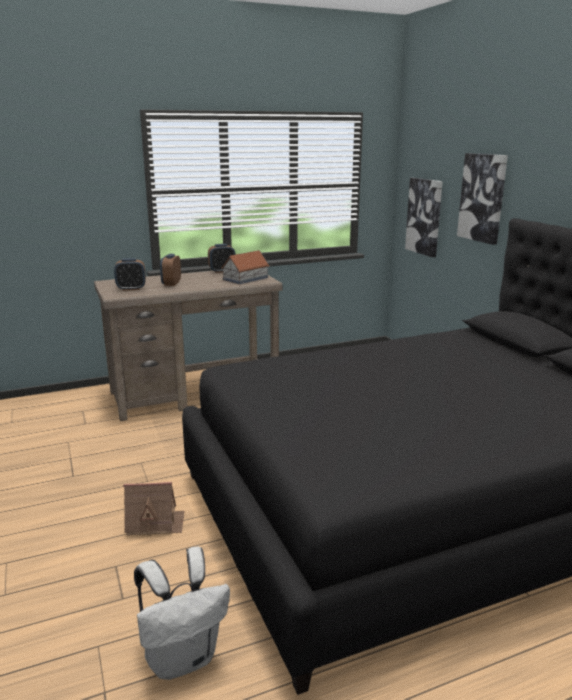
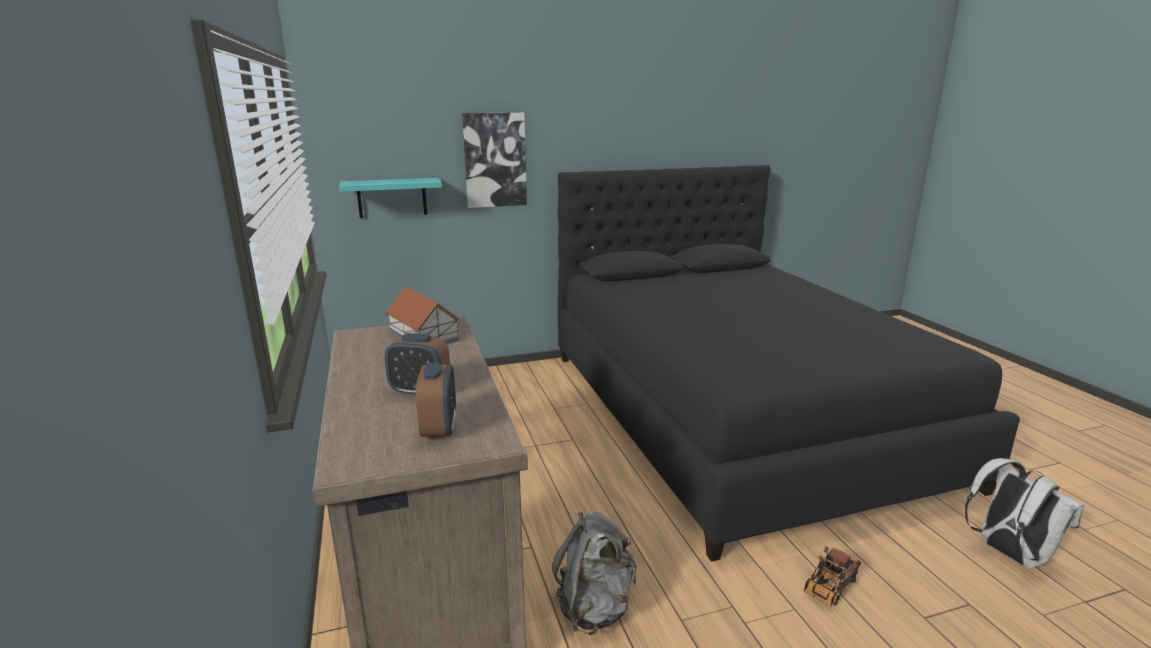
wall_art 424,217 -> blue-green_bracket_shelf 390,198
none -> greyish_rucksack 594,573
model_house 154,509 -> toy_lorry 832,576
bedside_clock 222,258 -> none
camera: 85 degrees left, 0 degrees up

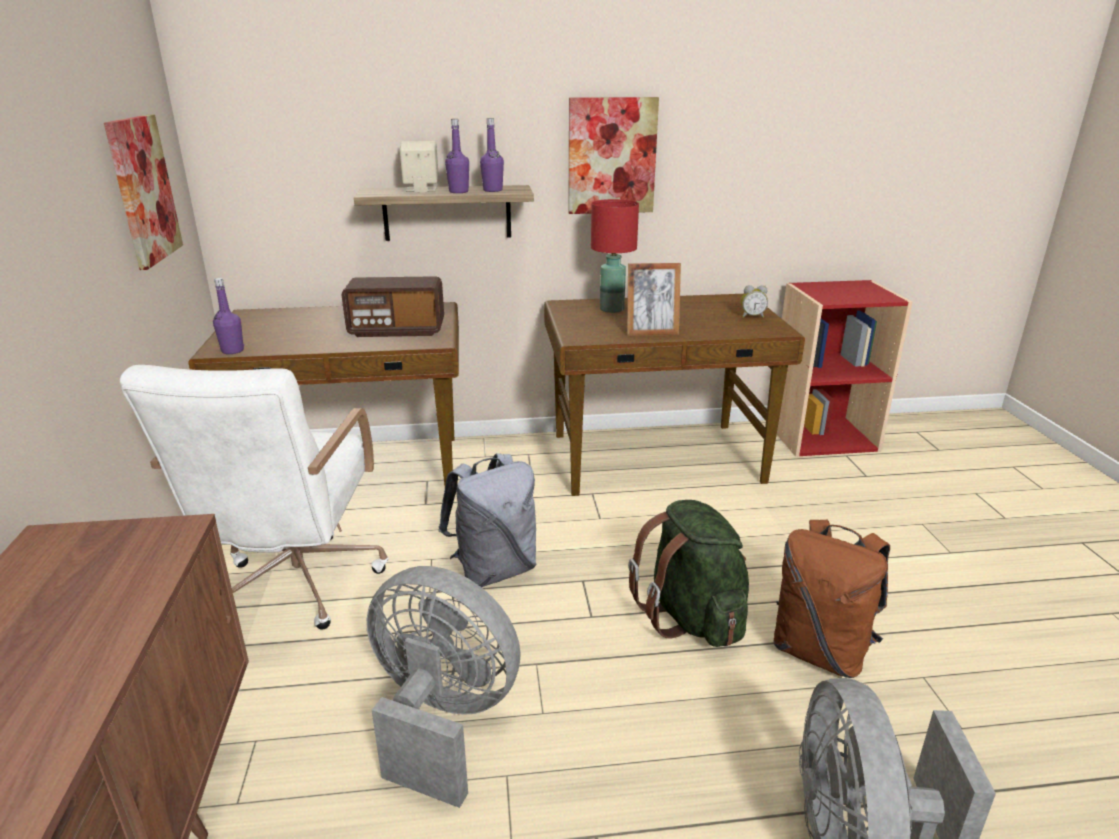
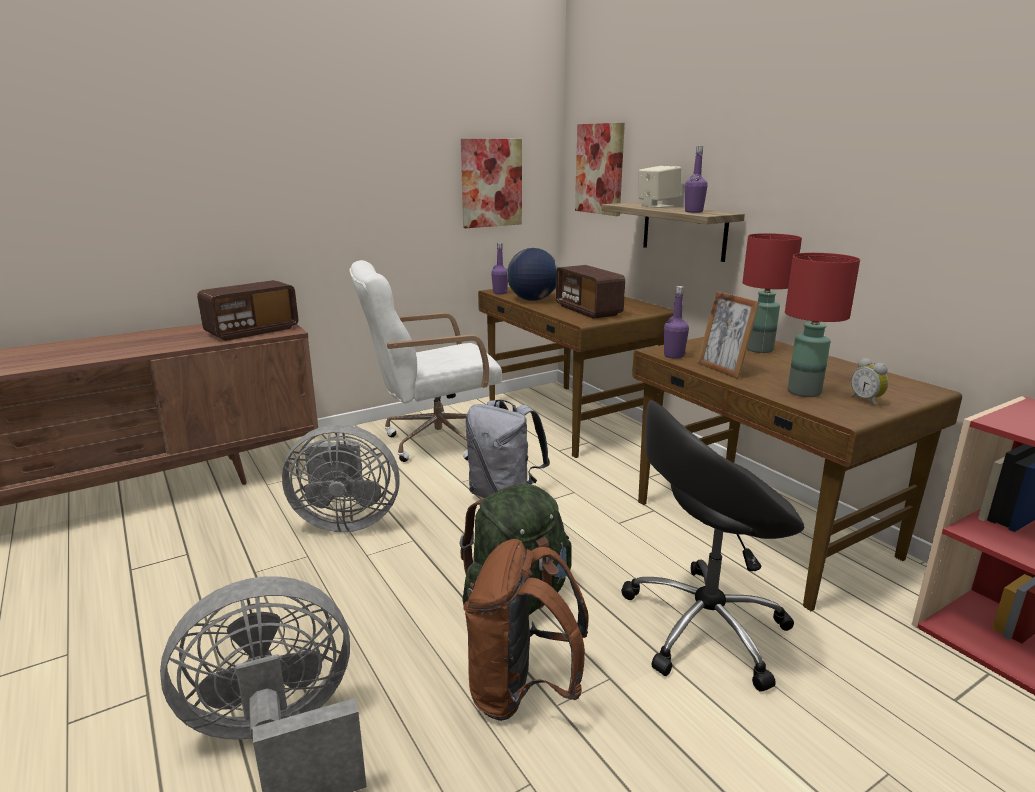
none -> radio_set 248,310
greyish_electric_fan 443,687 -> greyish_electric_fan 341,478, 90 degrees clockwise
none -> world_globe 532,274
wall_art 613,155 -> wall_art 600,169, shifted
none -> blackish_computer_chair 713,546
purplish_beverage_bottle 457,156 -> purplish_beverage_bottle 676,322, shifted
none -> red_table_lamp 822,325
camera: 65 degrees right, 5 degrees down

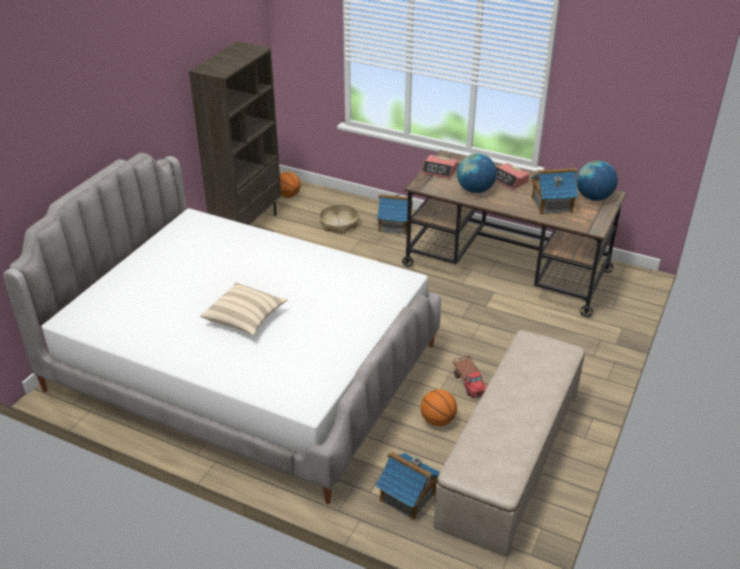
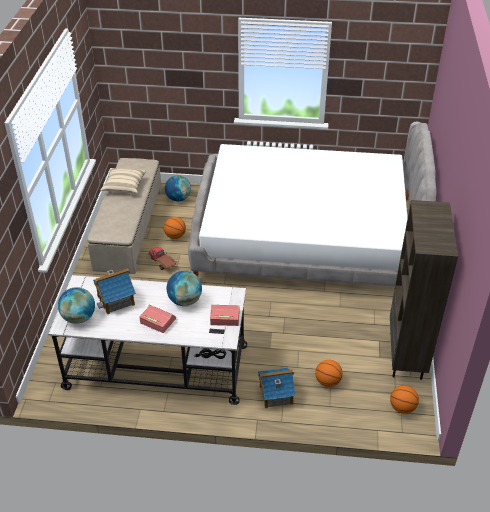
brown_desk 514,233 -> white-coloured_desk 147,340
beige_throw_pillow 244,309 -> beige_throw_pillow 123,181, shifted
model_house 407,486 -> world_globe 178,188
storage_basket 339,219 -> ball_for_basketball 329,373
camera: 160 degrees right, 5 degrees up

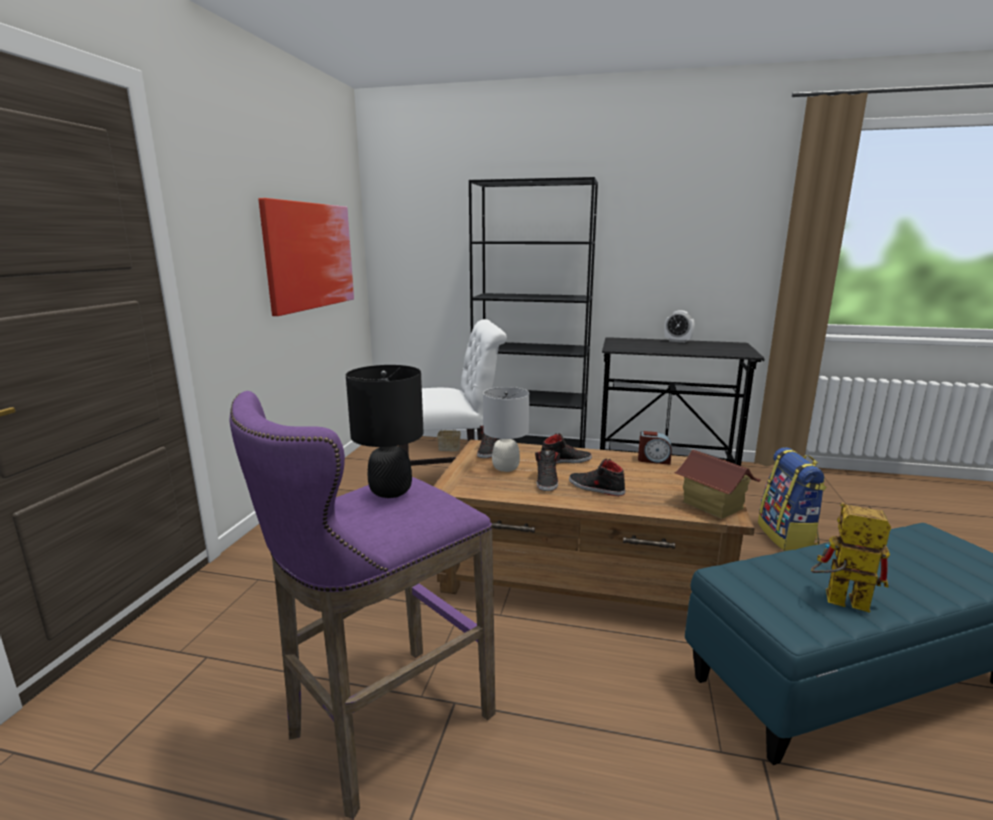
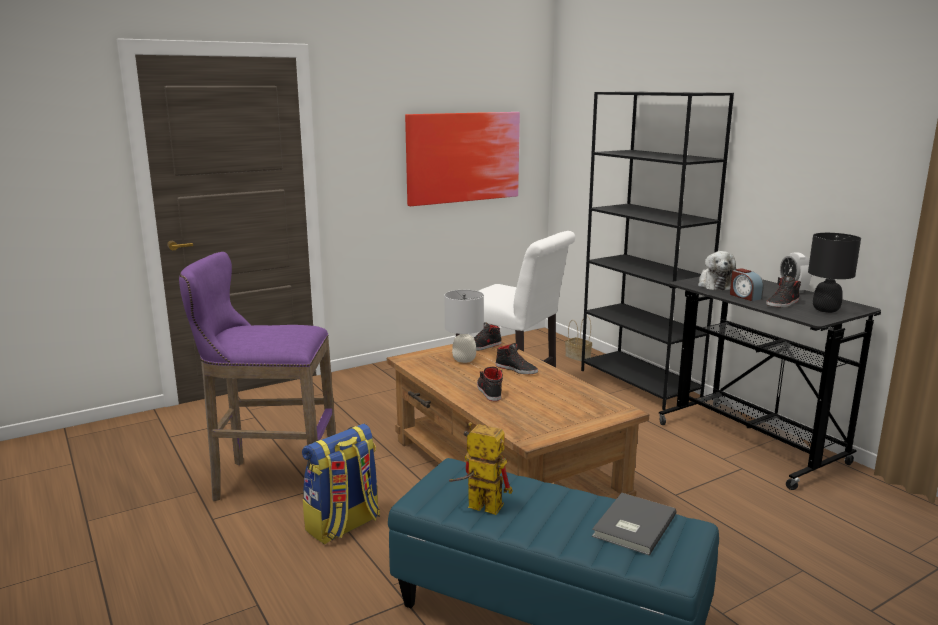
rucksack 792,499 -> rucksack 341,484, shifted
model_robot 851,558 -> model_robot 481,468, 45 degrees counterclockwise
none -> greyish_book 634,524
none -> plush_toy 717,270
bedside_clock 655,448 -> bedside_clock 747,284, shifted
blackish_low_shoe 547,470 -> blackish_low_shoe 783,292, shifted
blackish_table_lamp 385,431 -> blackish_table_lamp 834,273, shifted
model_house 717,484 -> none
camera: 45 degrees right, 0 degrees up

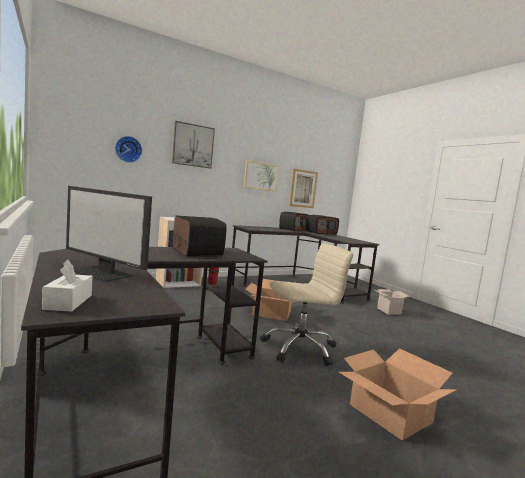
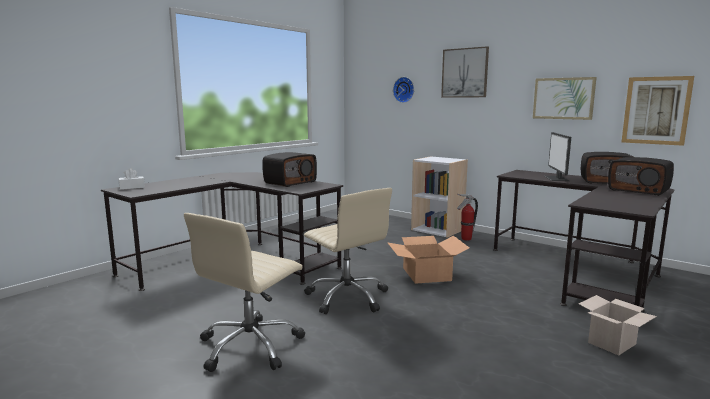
packing_box 398,394 -> beige_computer_chair 244,292
monitor 109,234 -> monitor 558,156, shifted
camera: 70 degrees right, 5 degrees up

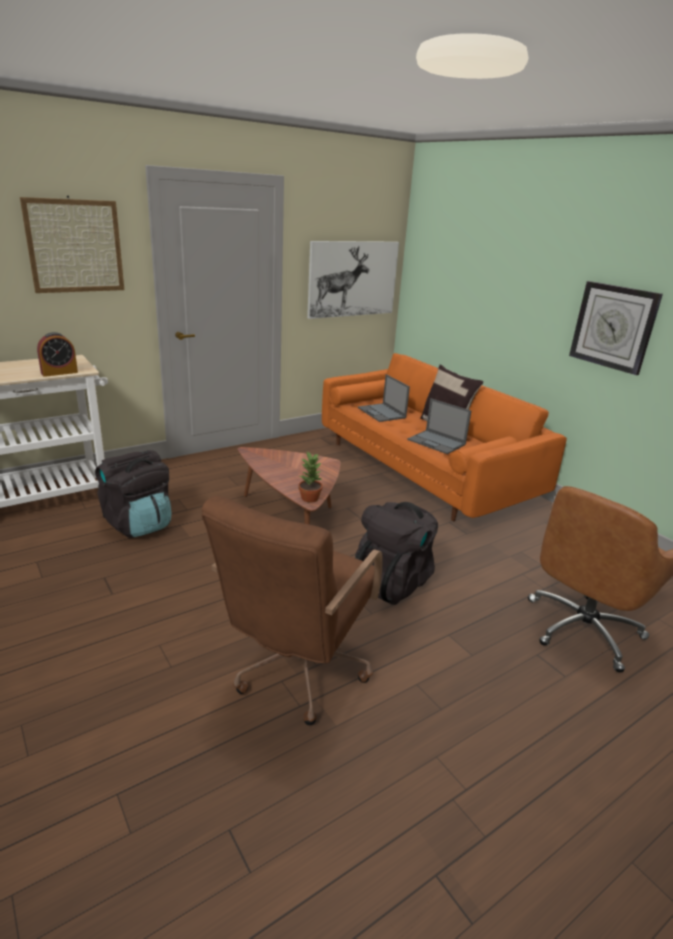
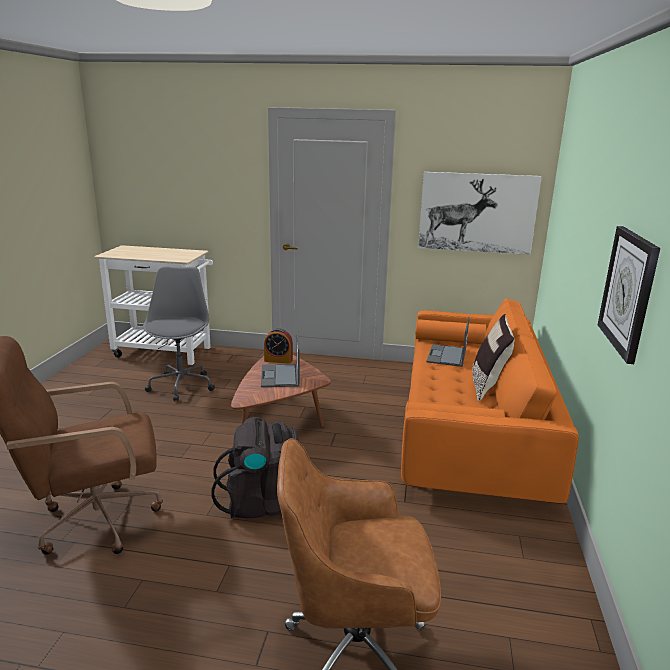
blackish_rucksack 133,494 -> greyish_computer_chair 179,334
notebook_computer 439,426 -> notebook_computer 280,359, shifted
bedside_clock 57,354 -> bedside_clock 278,346, shifted
wall_art 72,244 -> none
potted_plant 310,477 -> none
camera: 45 degrees right, 5 degrees down

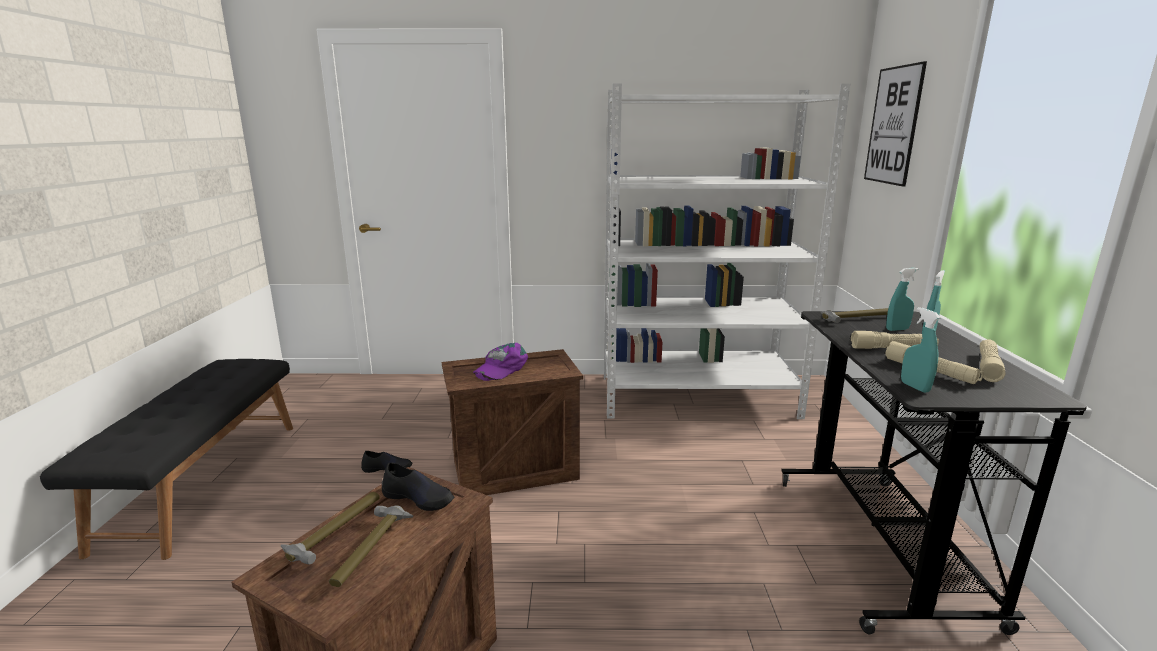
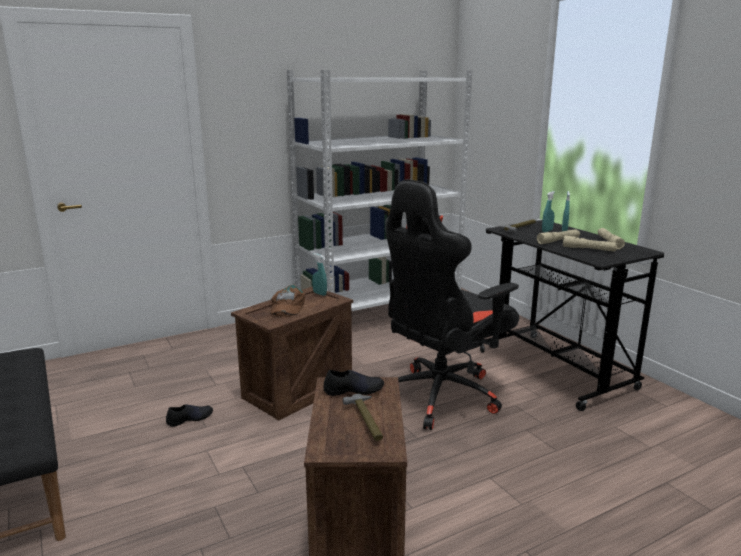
purplish_peaked_cap 500,362 -> brown_peaked_cap 287,300
blue-green_sprayer 921,350 -> blue-green_sprayer 319,274, shifted
none -> blackish_computer_chair 452,304
hand_hammer 330,528 -> none
wall_art 895,124 -> none
camera: 30 degrees left, 0 degrees up

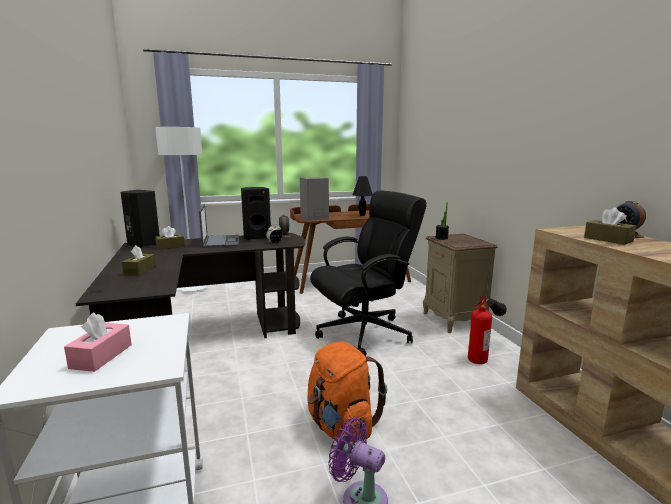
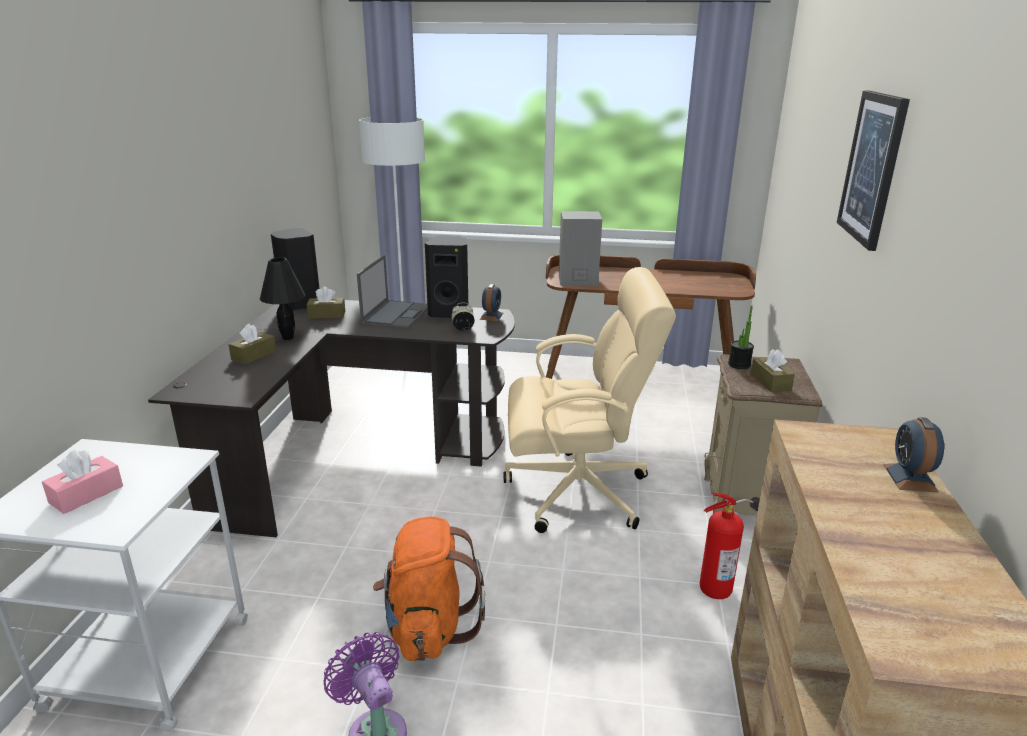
blackish_table_lamp 363,196 -> blackish_table_lamp 282,298, shifted
blackish_computer_chair 368,273 -> beige_computer_chair 590,400
brown_box_of_tissues 610,226 -> brown_box_of_tissues 773,370, shifted
none -> wall_art 873,170
camera: 25 degrees right, 10 degrees up

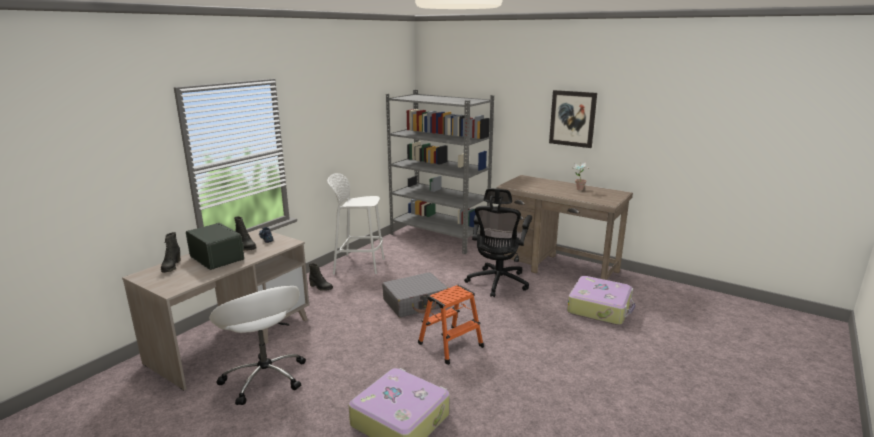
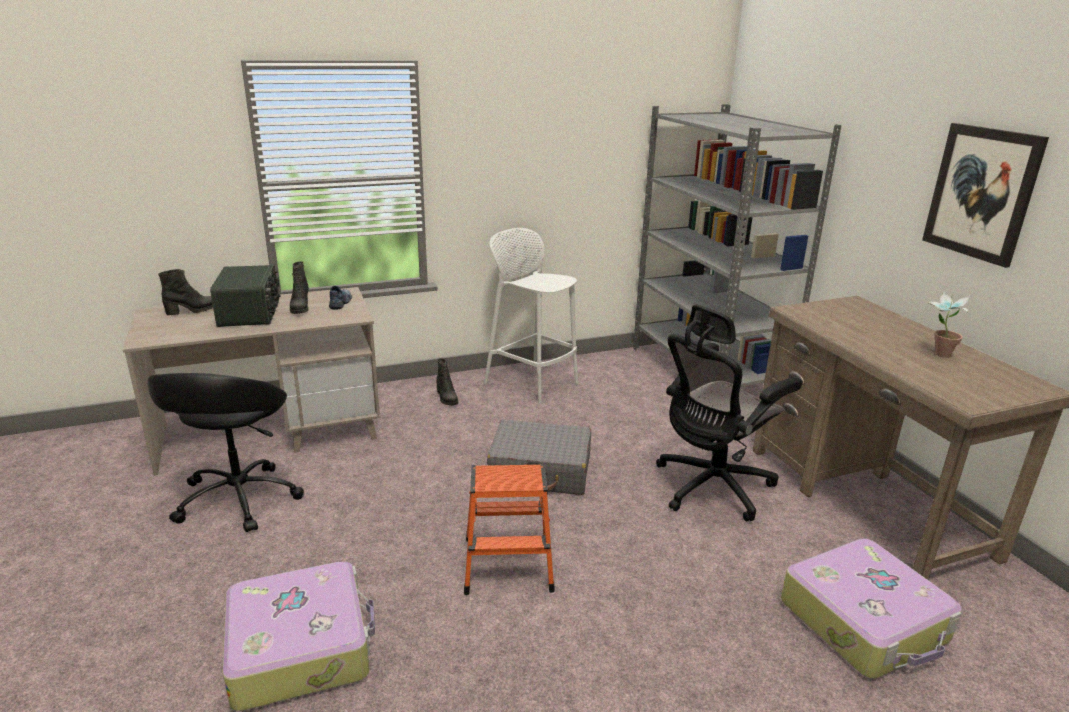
white-coloured_computer_chair 257,345 -> blackish_computer_chair 226,452
blackish_boot 170,252 -> blackish_boot 185,292, 150 degrees counterclockwise
camera: 35 degrees right, 5 degrees up

